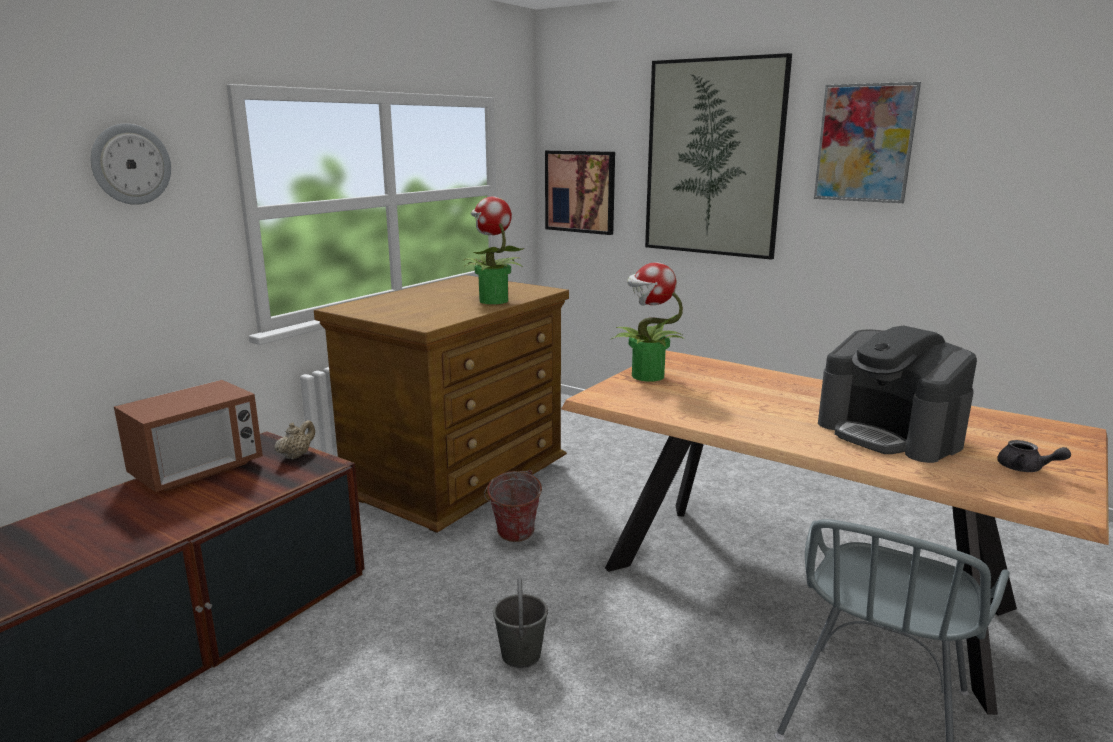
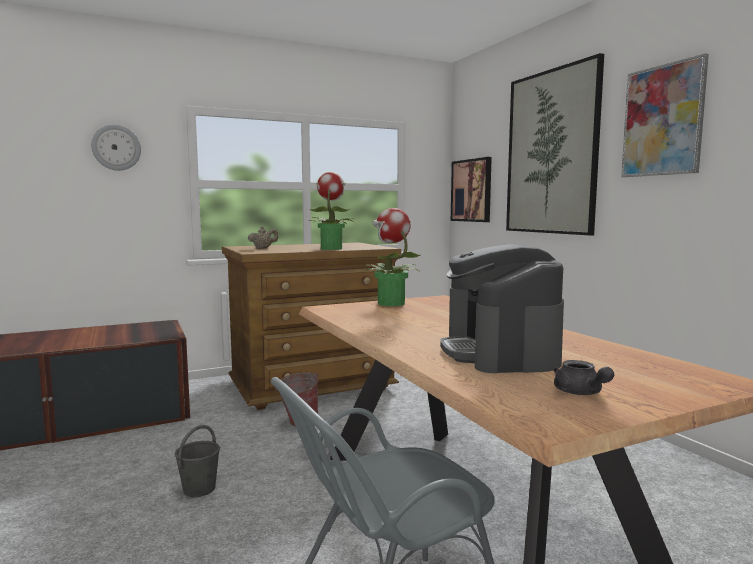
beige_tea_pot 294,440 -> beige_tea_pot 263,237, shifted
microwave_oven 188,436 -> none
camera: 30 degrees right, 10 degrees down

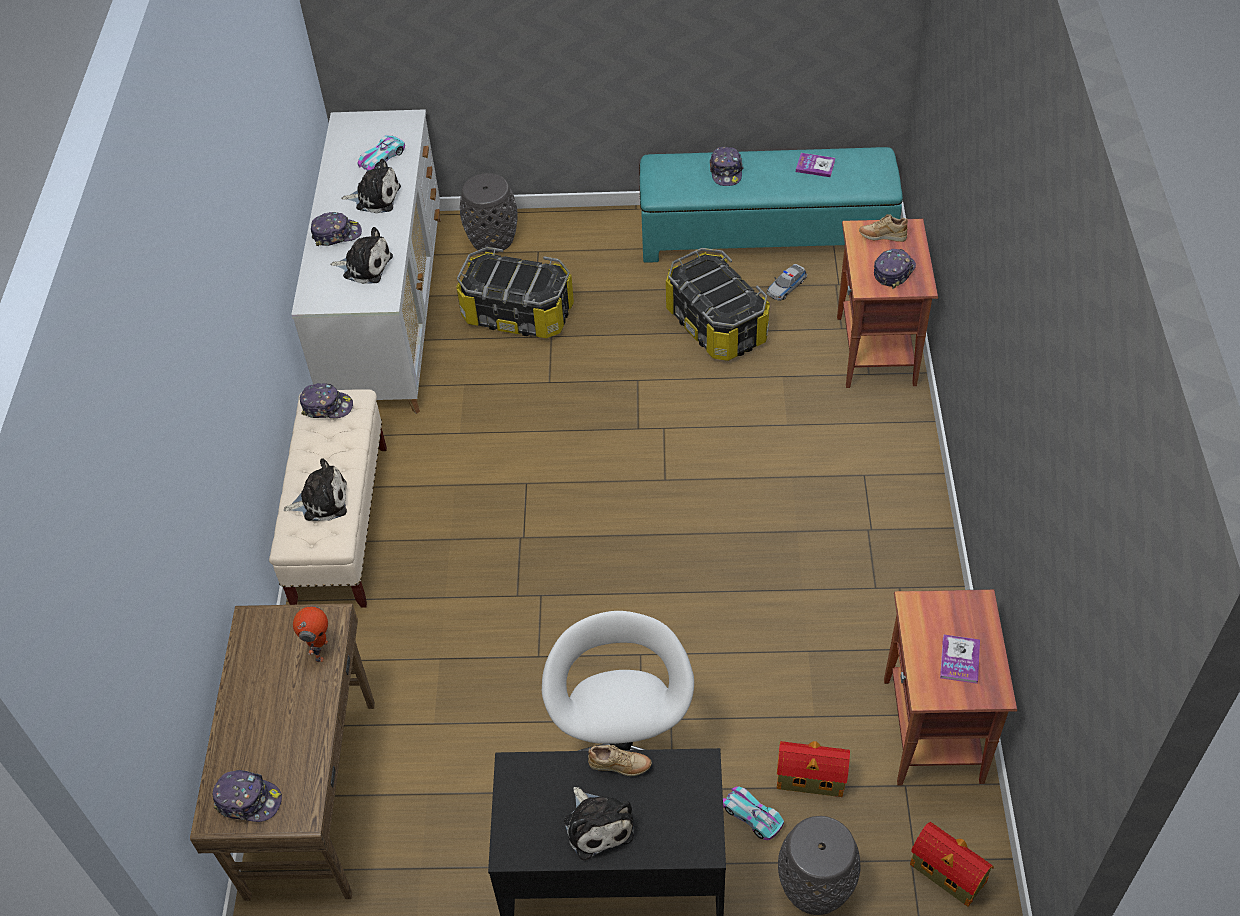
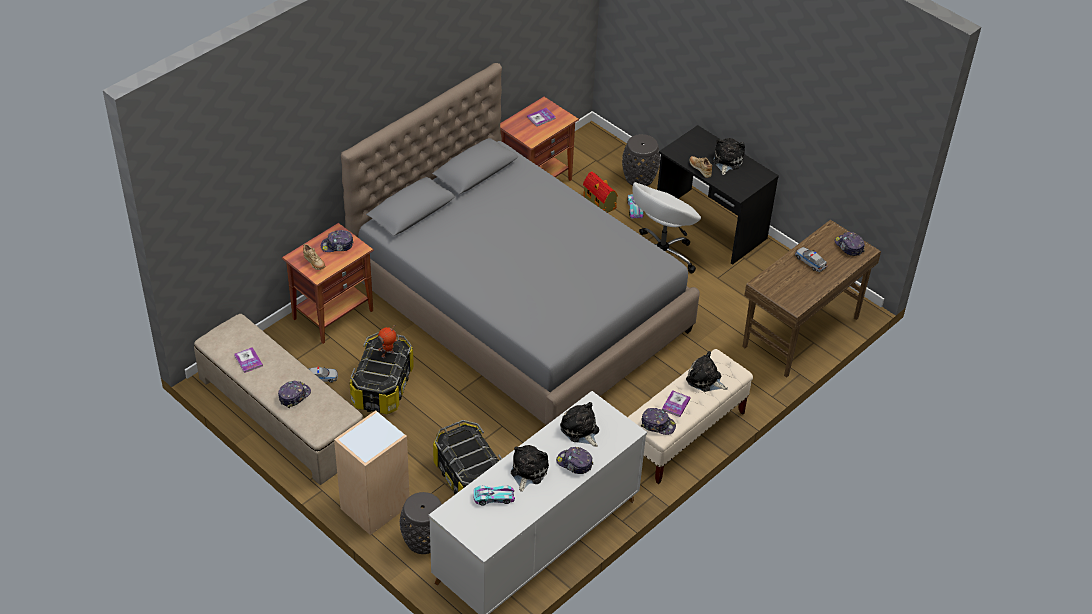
blue-green_bench 771,205 -> beige_bench 278,399
none -> bookcase 372,472
none -> greyish_bed 520,244
model_robot 310,634 -> model_robot 387,341, shifted
plush_toy 371,186 -> plush_toy 530,468, 60 degrees clockwise
peaked_cap 326,400 -> peaked_cap 658,421, 150 degrees clockwise
none -> book 676,403
none -> miniature_car 811,259
model_house 952,864 -> none
camera: 140 degrees left, 5 degrees down

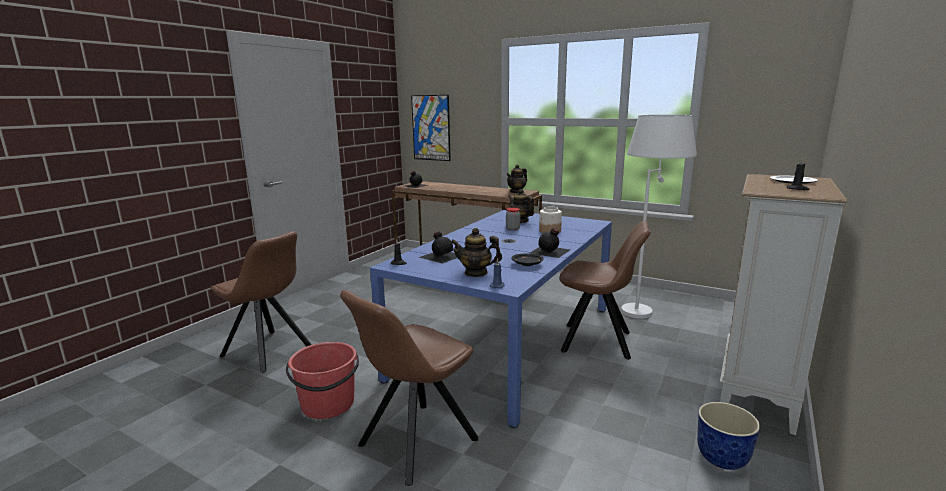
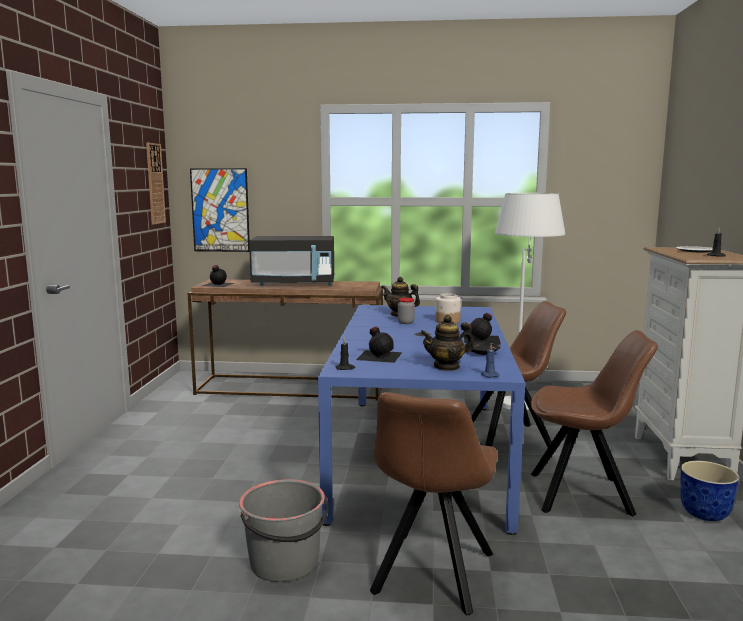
none -> wall_clock 156,184
red_bucket 322,380 -> greyish_bucket 283,530
none -> blackish_microwave_oven 292,261
brown_chair 261,302 -> brown_chair 594,423, shifted
tea_pot 516,178 -> none
camera: 25 degrees left, 5 degrees down

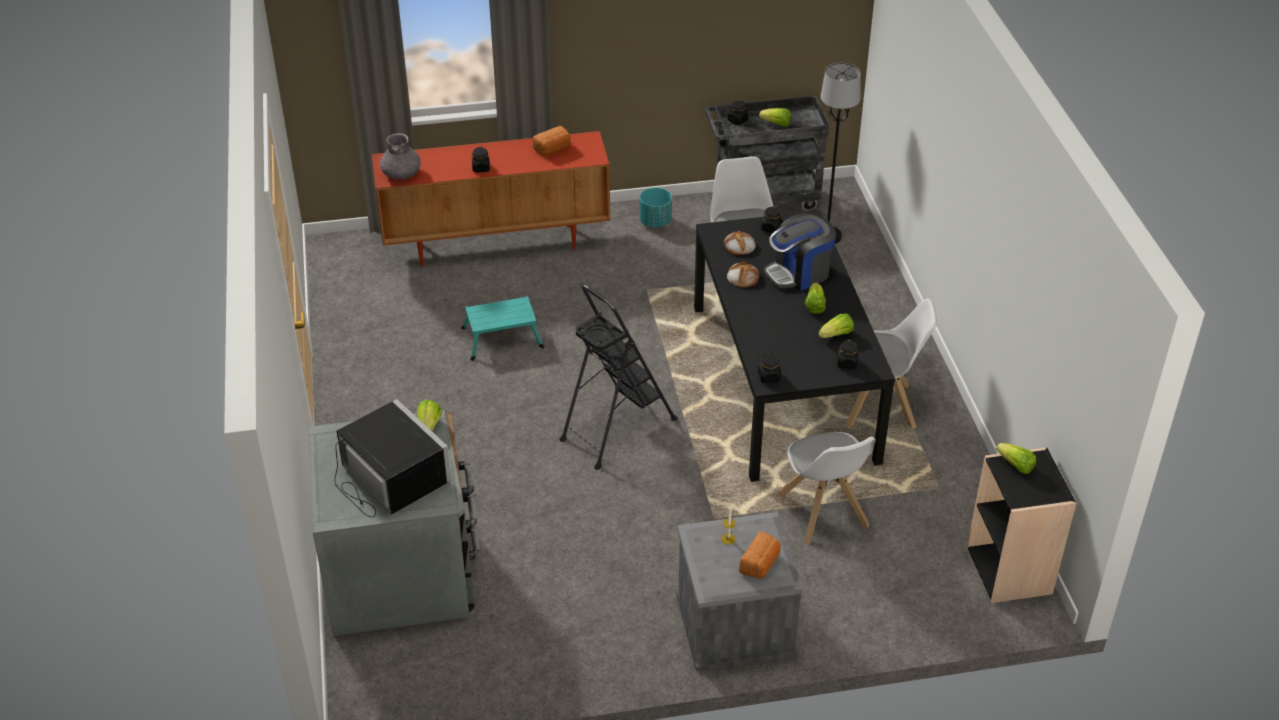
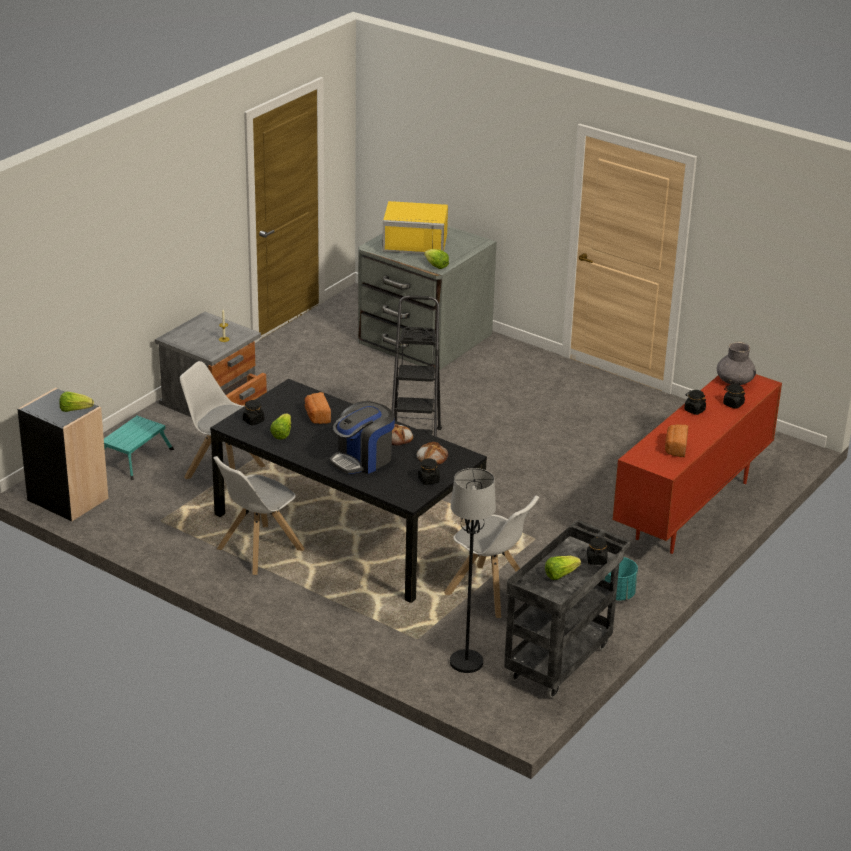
blue-green_step_stool 502,328 -> blue-green_step_stool 139,447, shifted
bread 759,555 -> bread 318,408, shifted
coffee_machine 800,251 -> coffee_machine 362,437, 150 degrees counterclockwise
blackish_microwave_oven 393,458 -> yellow_microwave_oven 415,227
blackish_preserve_jar 769,368 -> blackish_preserve_jar 734,396, shifted
lettuce 815,298 -> none
camera: 135 degrees right, 10 degrees down

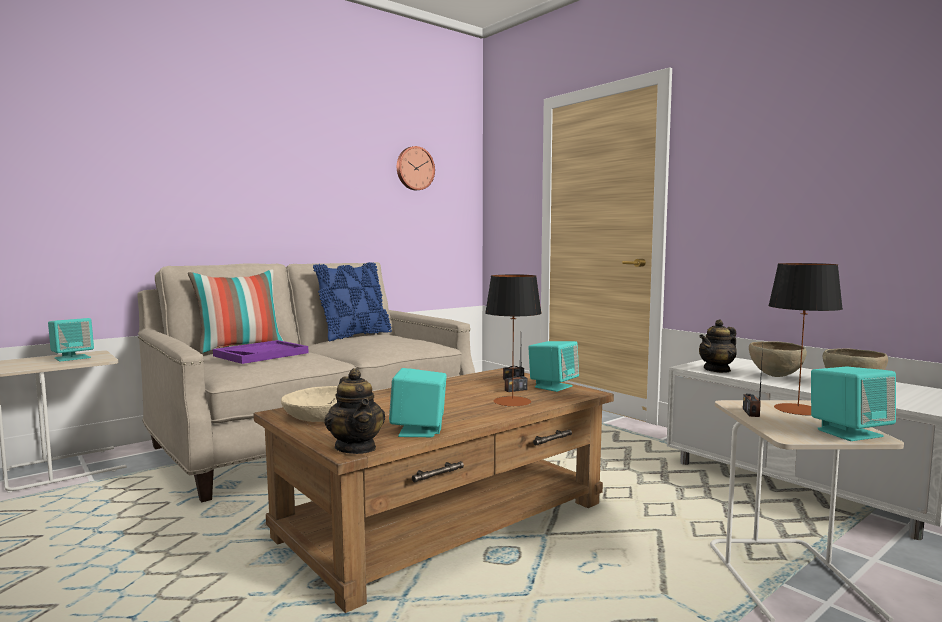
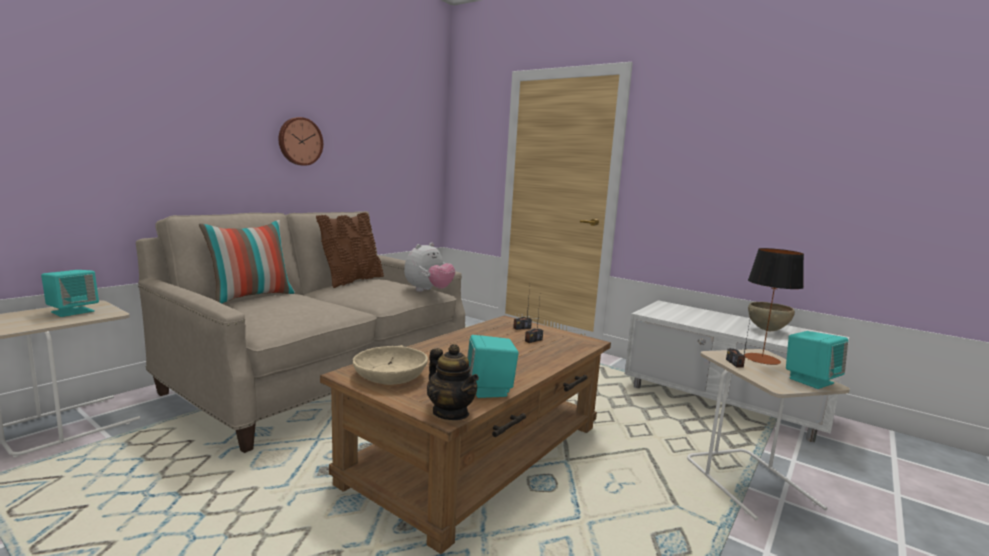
wall_clock 416,168 -> wall_clock 300,141, shifted
bluish_throw_pillow 352,302 -> brown_throw_pillow 350,250
none -> plush_toy 429,267
purplish_serving_tray 261,352 -> none
table_lamp 513,340 -> none
blue-green_loudspeaker 553,366 -> none
tea_pot 718,346 -> none
brown_bowl 778,359 -> none
camera: 15 degrees left, 5 degrees up

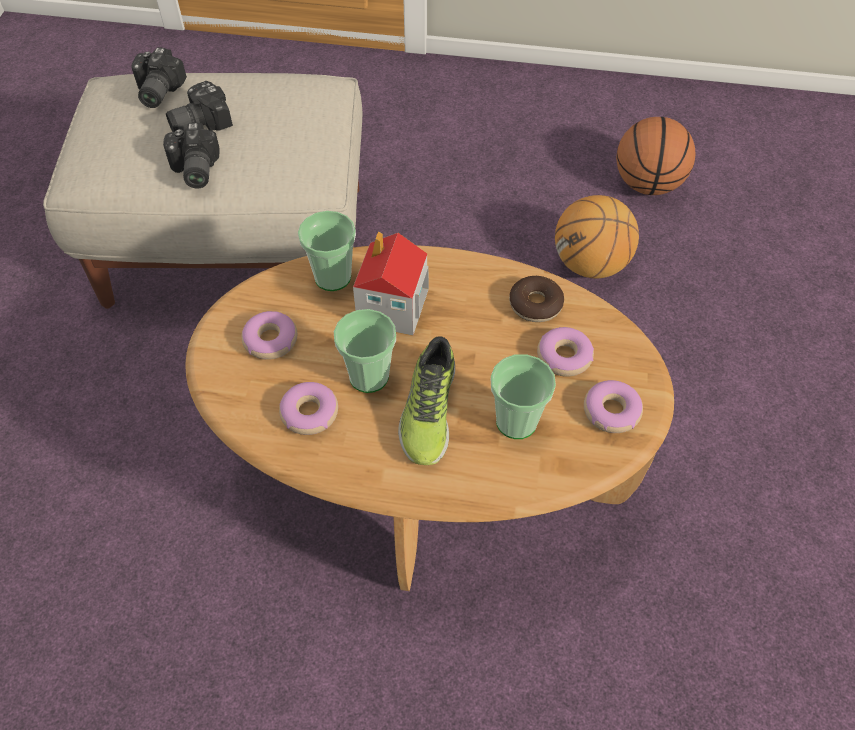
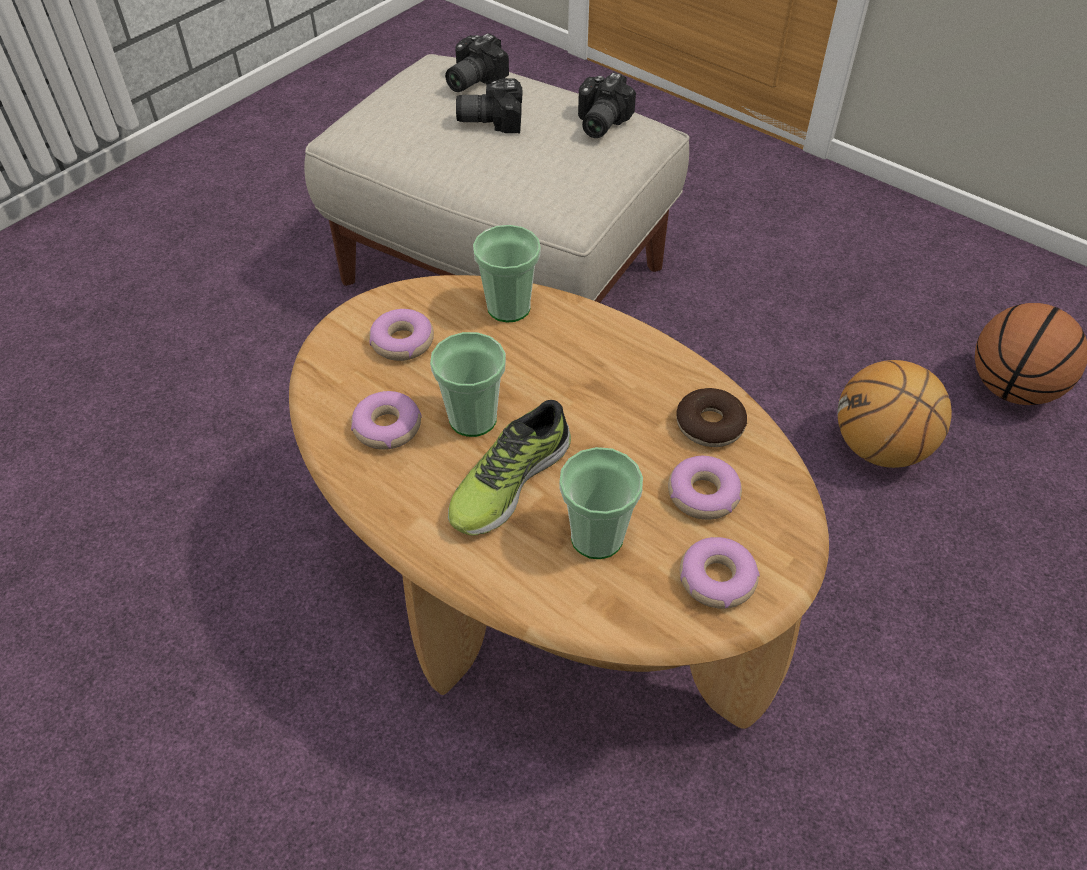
still_camera 191,155 -> still_camera 607,105, shifted
model_house 391,283 -> none
camera: 30 degrees right, 5 degrees down

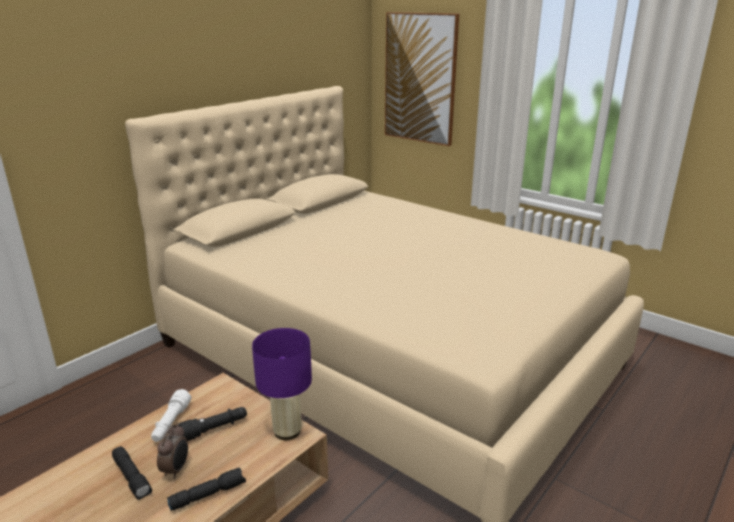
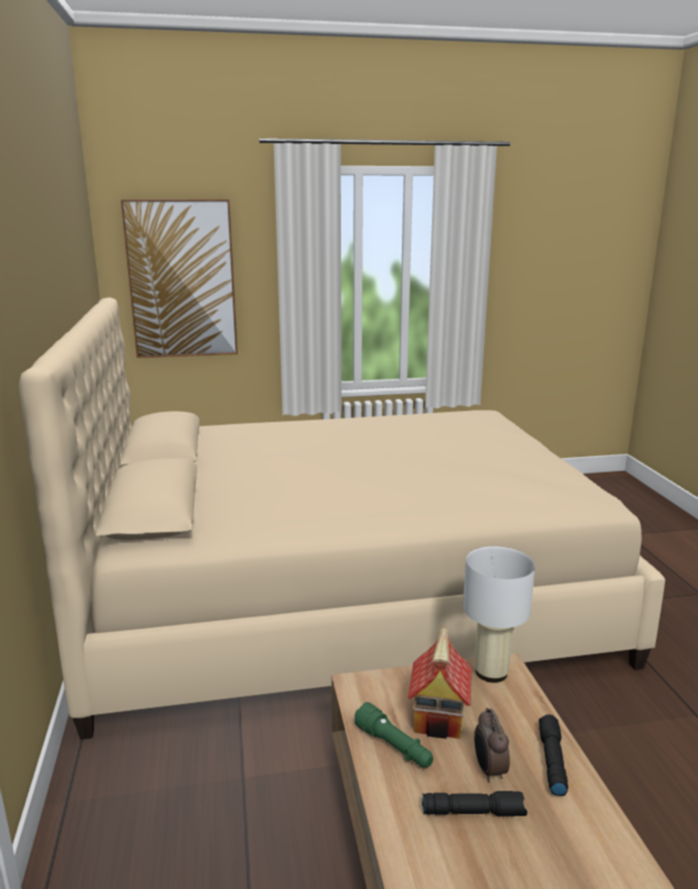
white-coloured_torch 171,415 -> green_torch 394,734
blackish_torch 212,424 -> model_house 440,682
purplish_table_lamp 282,384 -> white-coloured_table_lamp 499,614
bedside_clock 172,451 -> bedside_clock 492,745, 150 degrees counterclockwise
camera: 50 degrees left, 5 degrees down

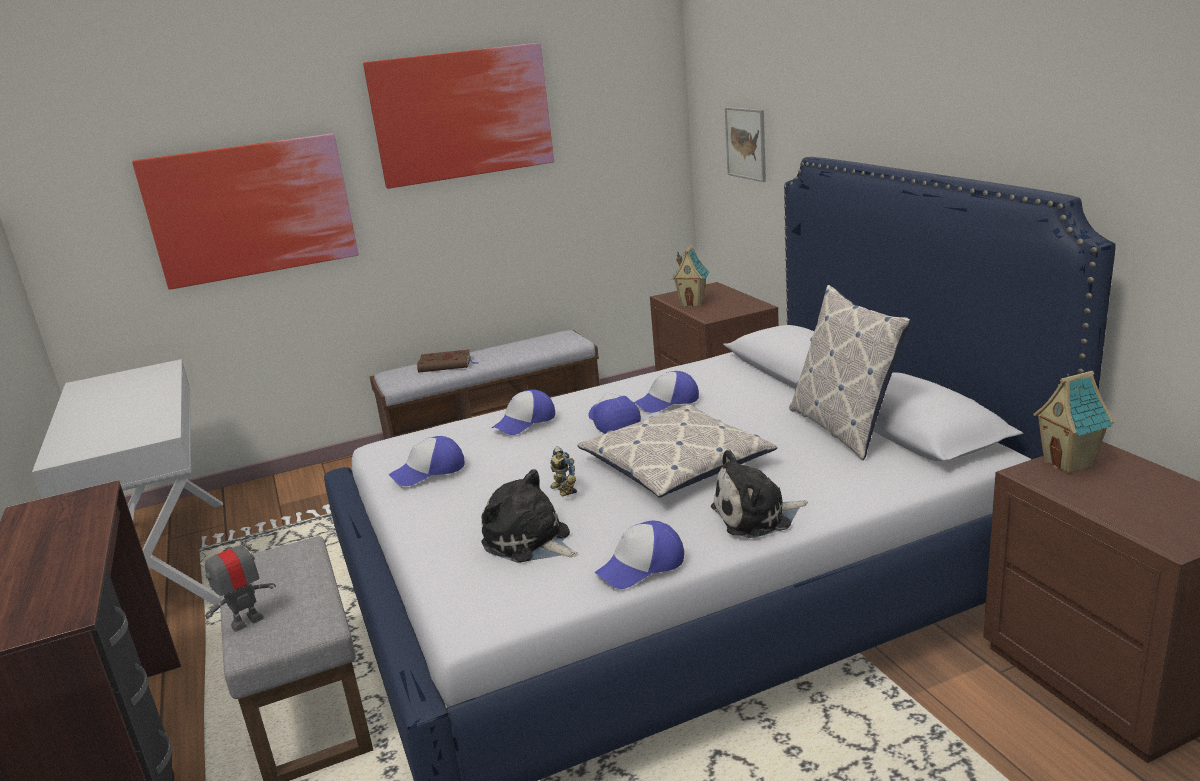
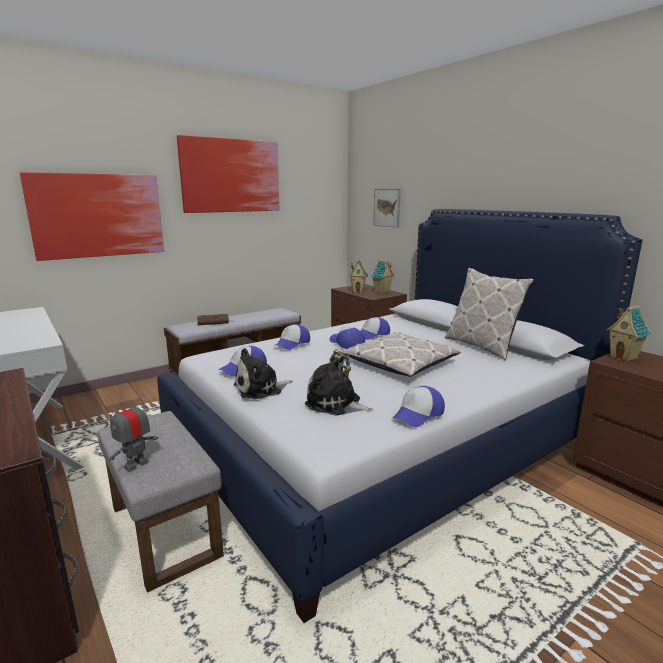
plush_toy 759,494 -> plush_toy 263,373, shifted
none -> model_house 382,276
camera: 15 degrees left, 5 degrees down

